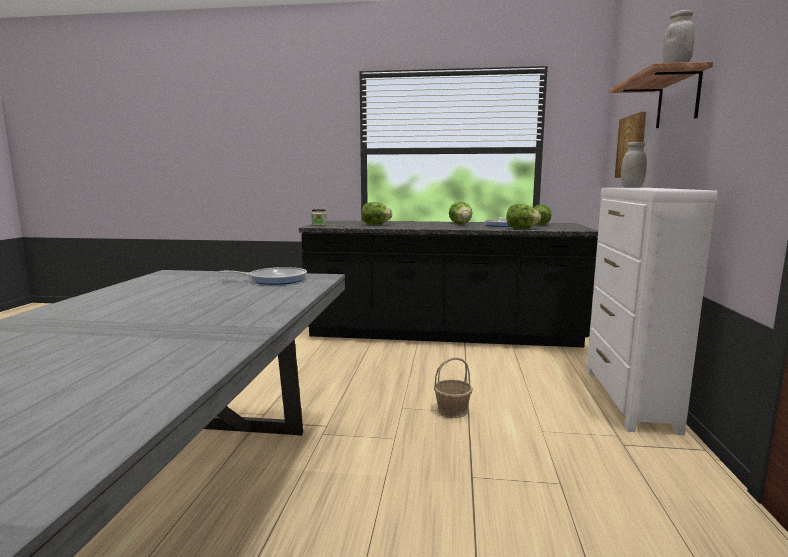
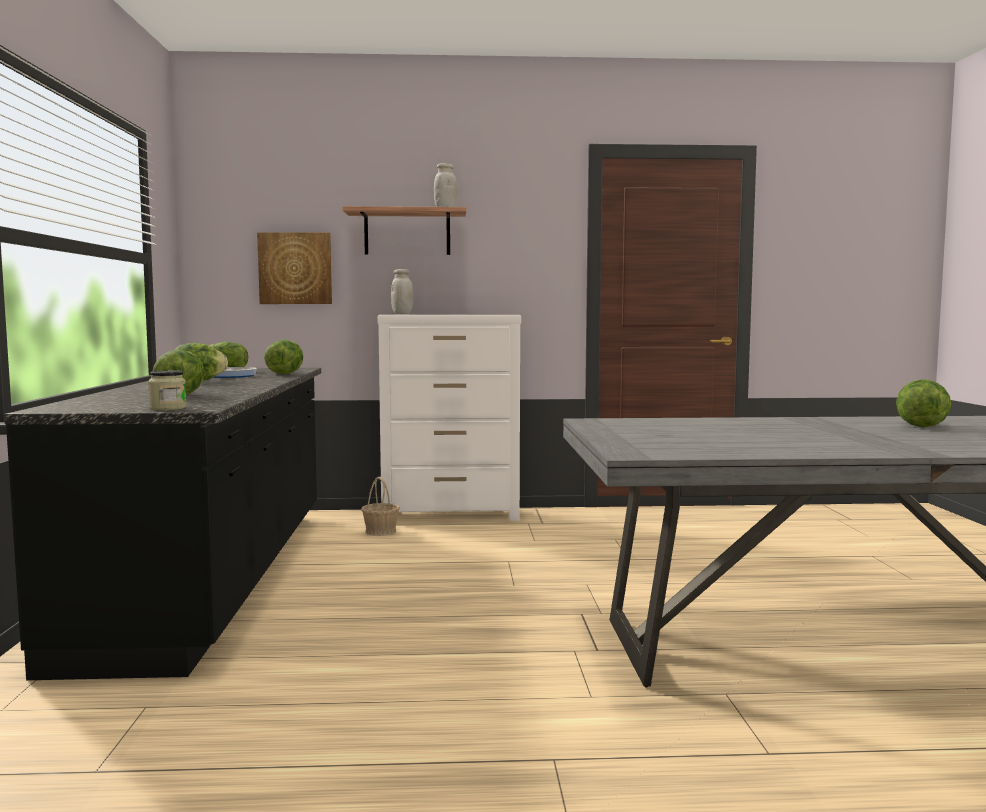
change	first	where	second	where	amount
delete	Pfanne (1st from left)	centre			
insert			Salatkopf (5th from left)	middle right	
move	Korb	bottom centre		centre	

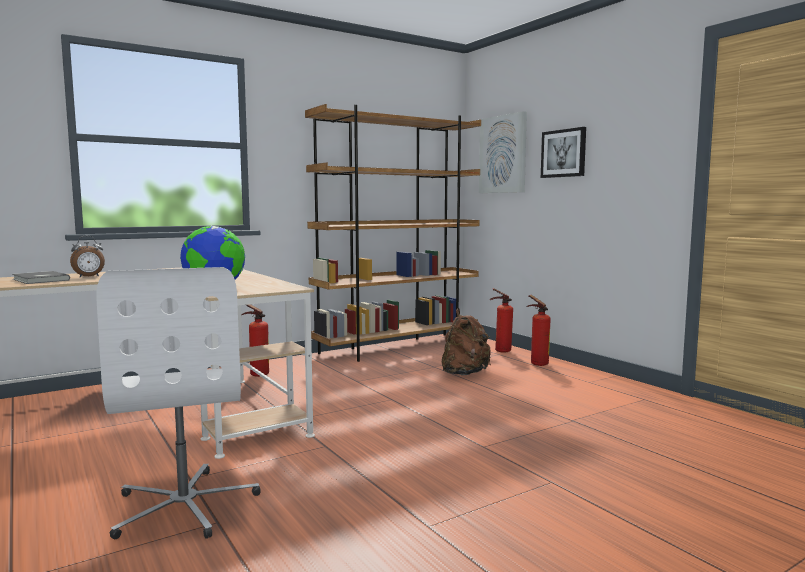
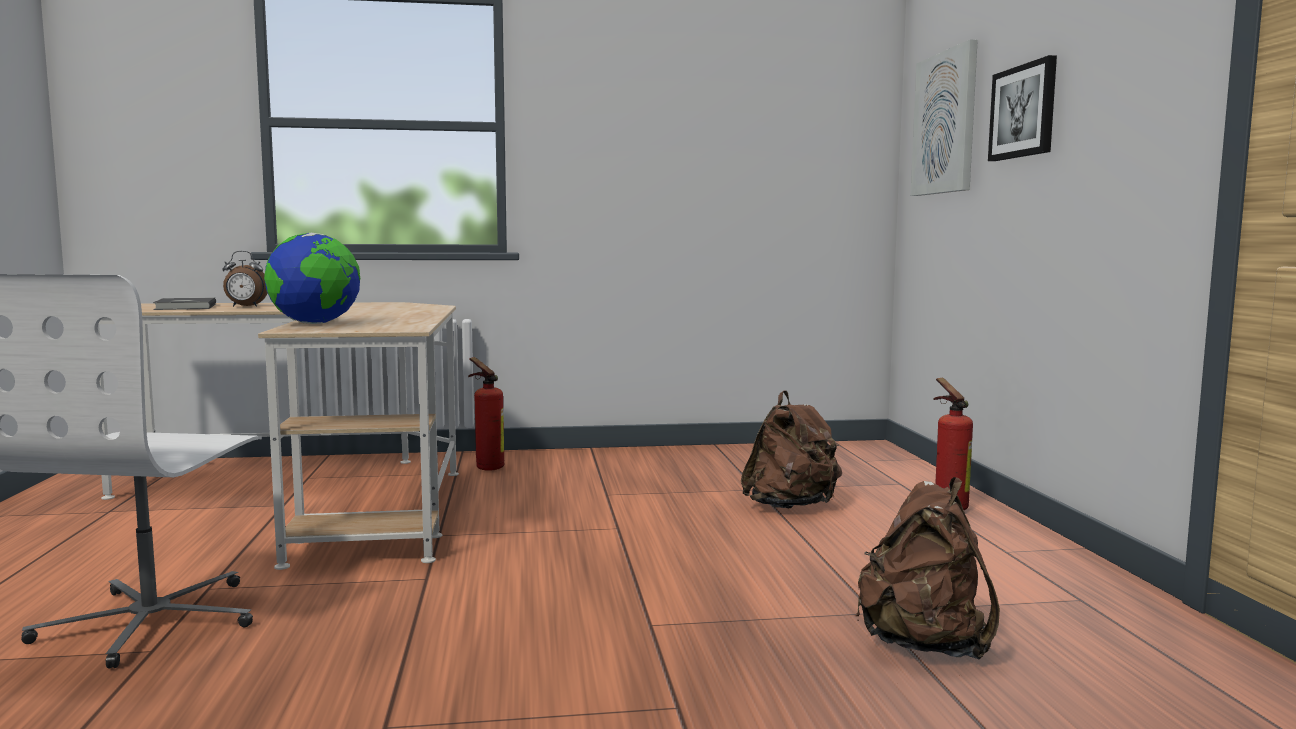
change	first	where	second	where	amount
delete	Bücherregal/braun	centre			
delete	Feuerlöscher (2nd from left)	centre			
insert			Rucksack/braun (2nd from left)	bottom right	

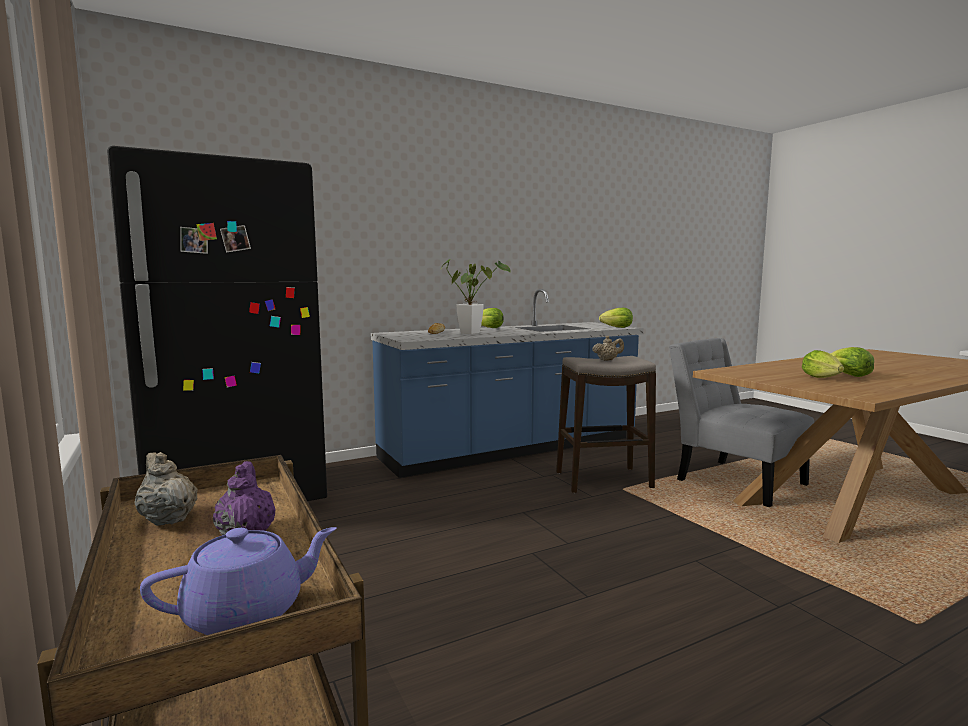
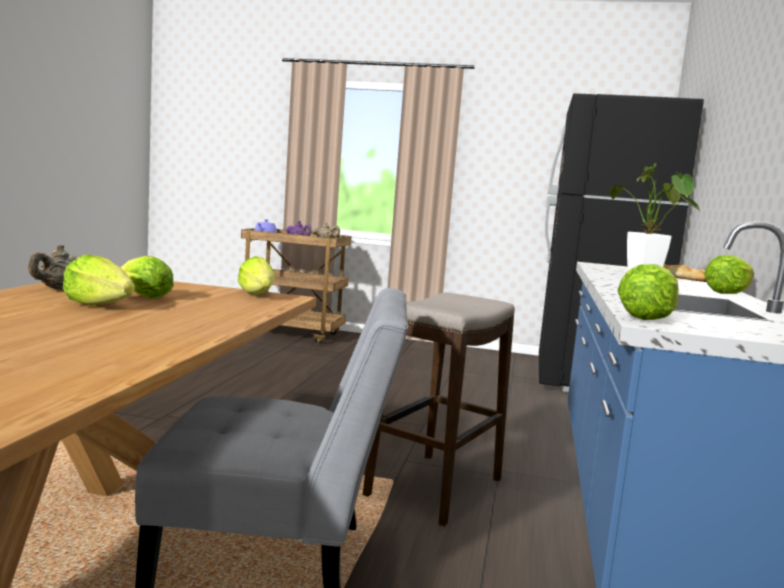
change	first	where	second	where	amount
insert			Salatkopf (3rd from left)	middle left	
move	Teekanne/beige (2nd from left in the first image)	centre	Teekanne/beige (1st from left)	middle left	

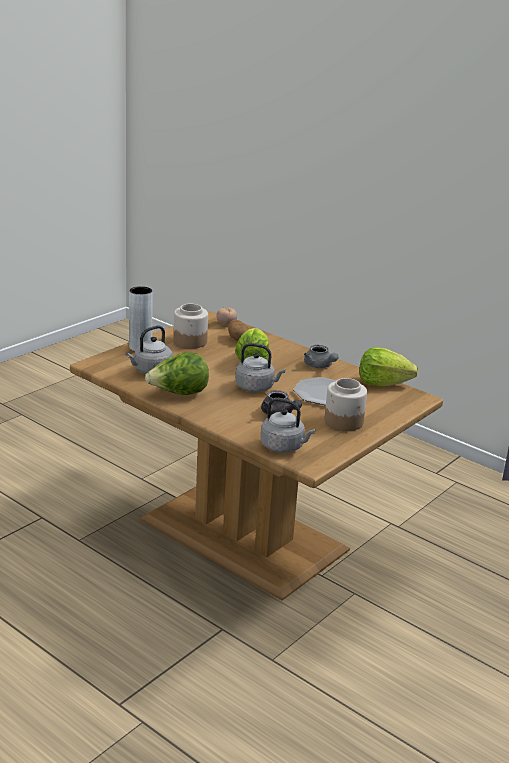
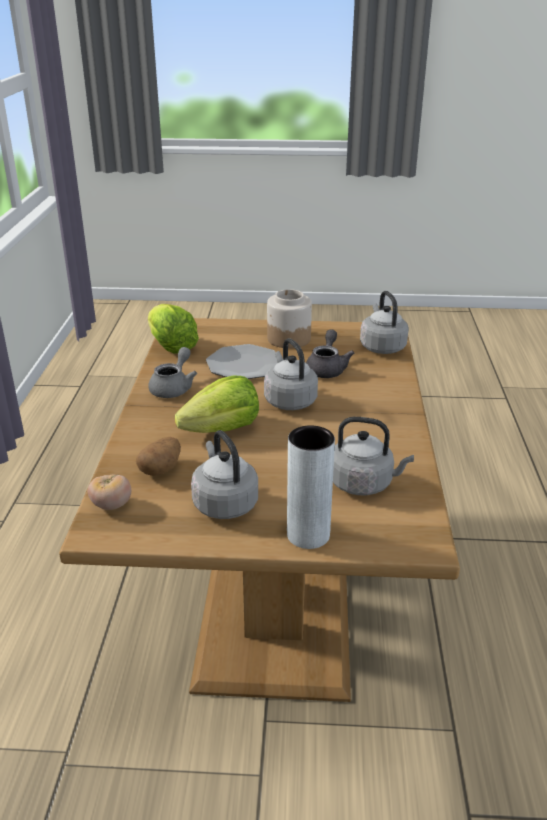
change	first	where	second	where	amount
delete	Salatkopf (1st from left)	centre			
replace	Vorratsglas (1st from left)	centre	Wasserkessel/grau (1st from left)	centre	

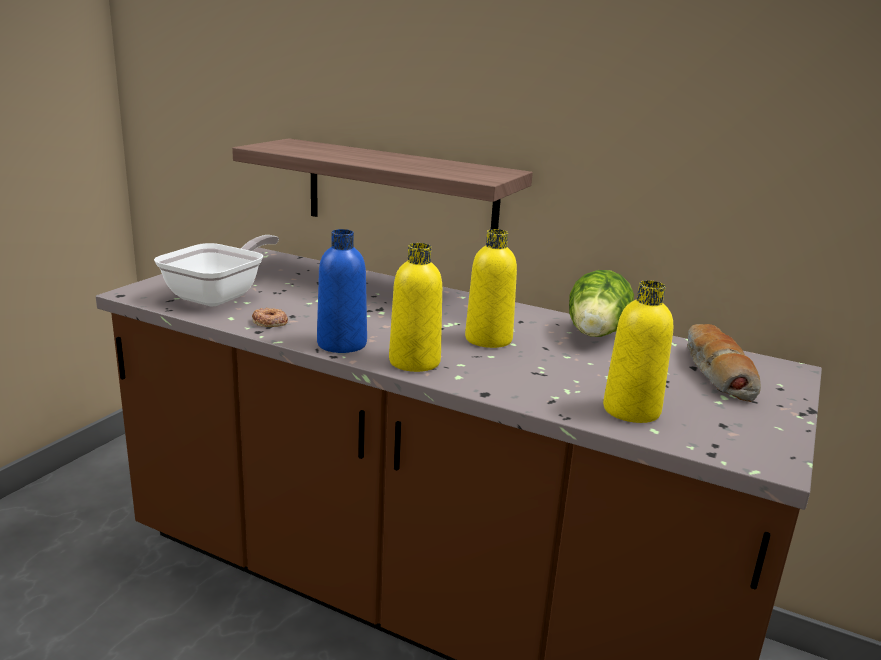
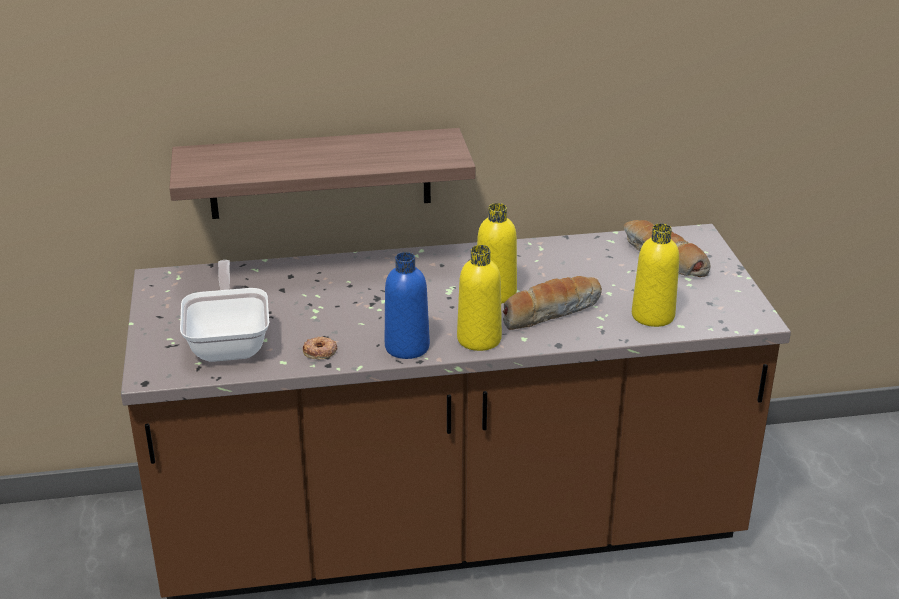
change	first	where	second	where	amount
delete	Salatkopf	middle right			
insert			Brot (1st from left)	centre	

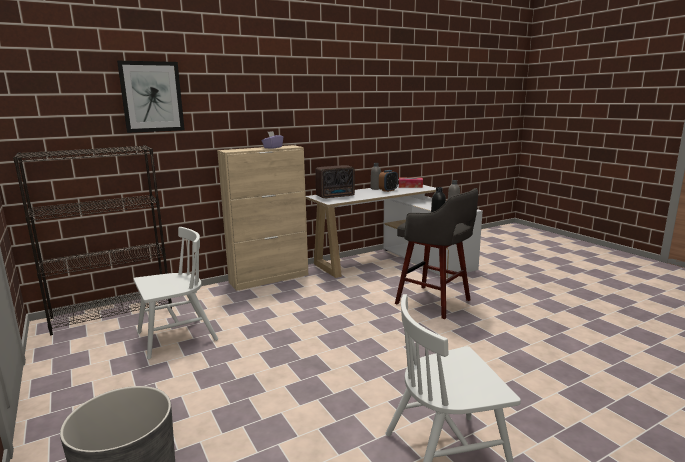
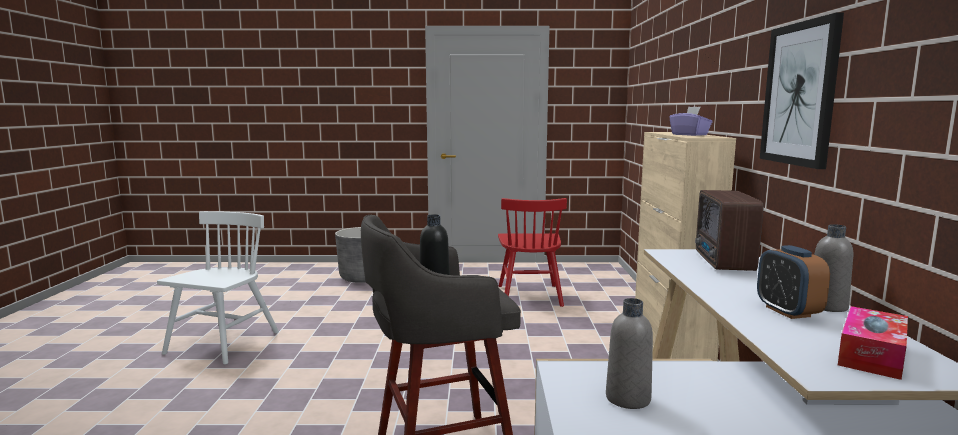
change	first	where	second	where	amount
delete	Bücherregal/schwarz	middle left			
move	Bild	top left		top right	
recolor	Stuhl/weiß (1st from left)	middle left	Stuhl/rot	centre	

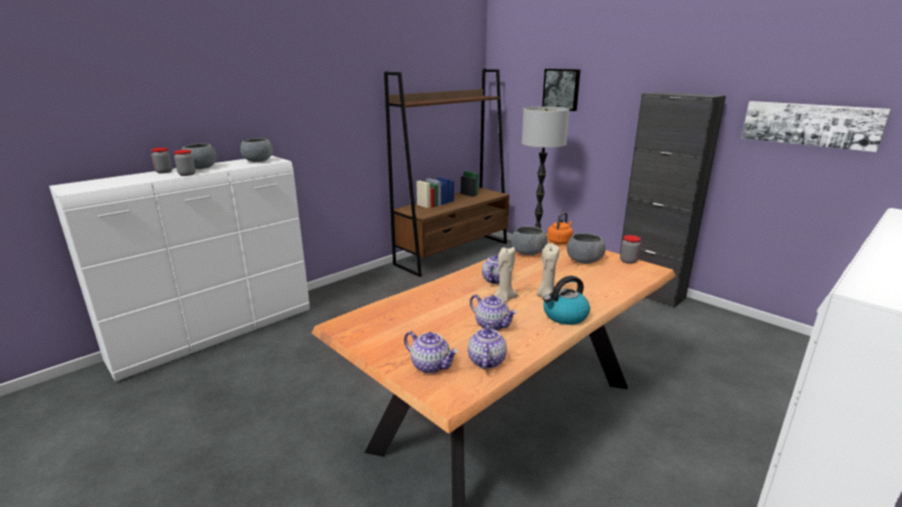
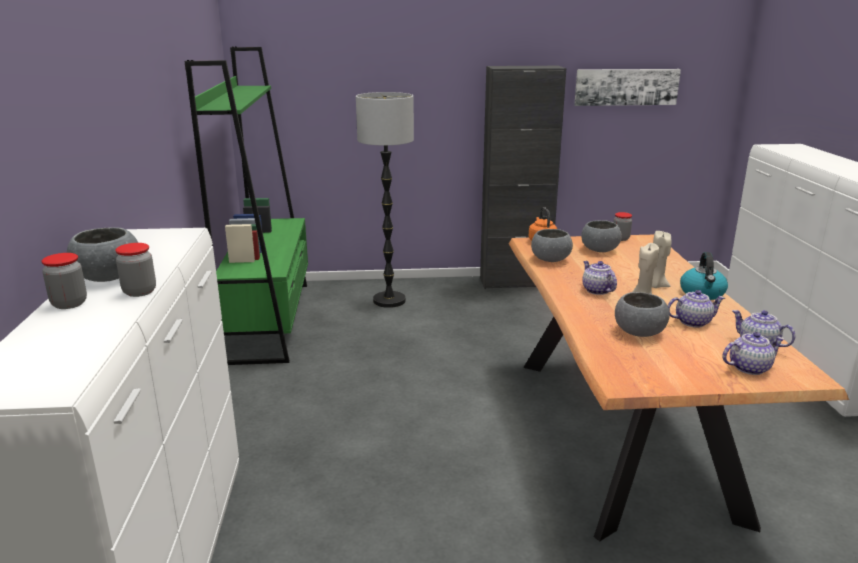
change	first	where	second	where	amount
delete	Bild (1st from left)	top centre			
move	Schüssel/grau (2nd from left in the first image)	top left	Schüssel/grau (4th from left)	middle right	
recolor	Bücherregal/braun	centre	Bücherregal/grün	middle left	

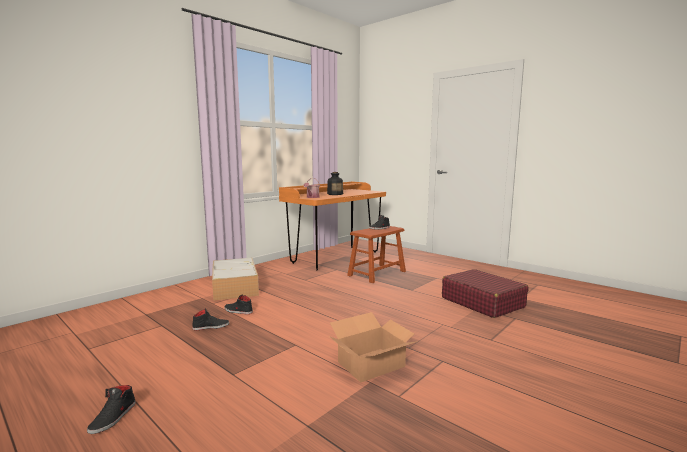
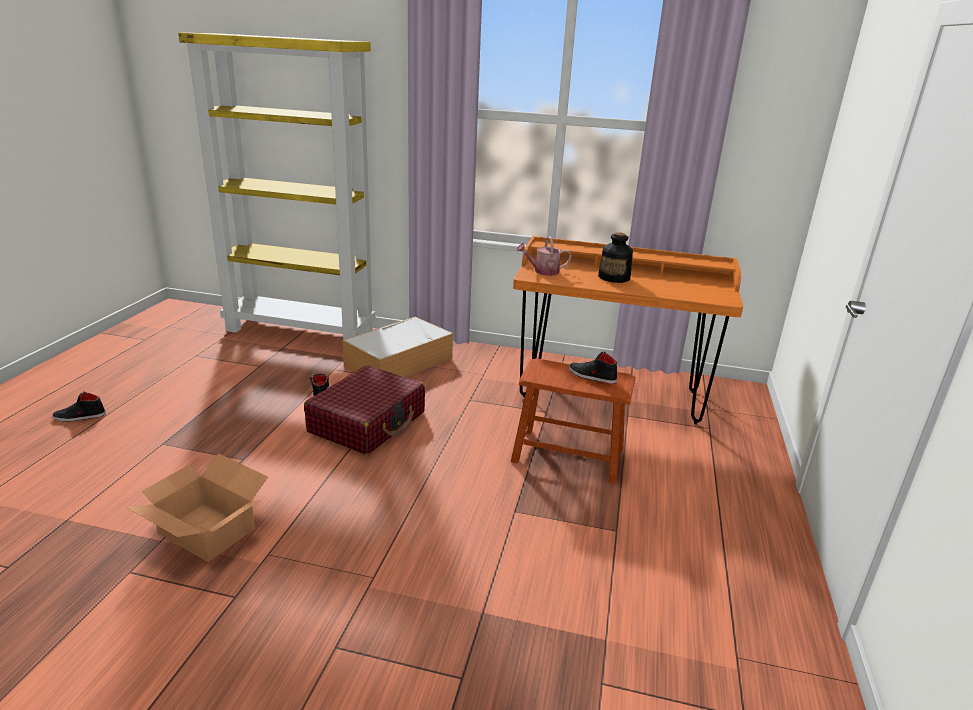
change	first	where	second	where	amount
delete	Schuh/schwarz (2nd from left)	bottom left			
insert			Bücherregal/gelb	top left	
move	Koffer/rot	middle right		centre	

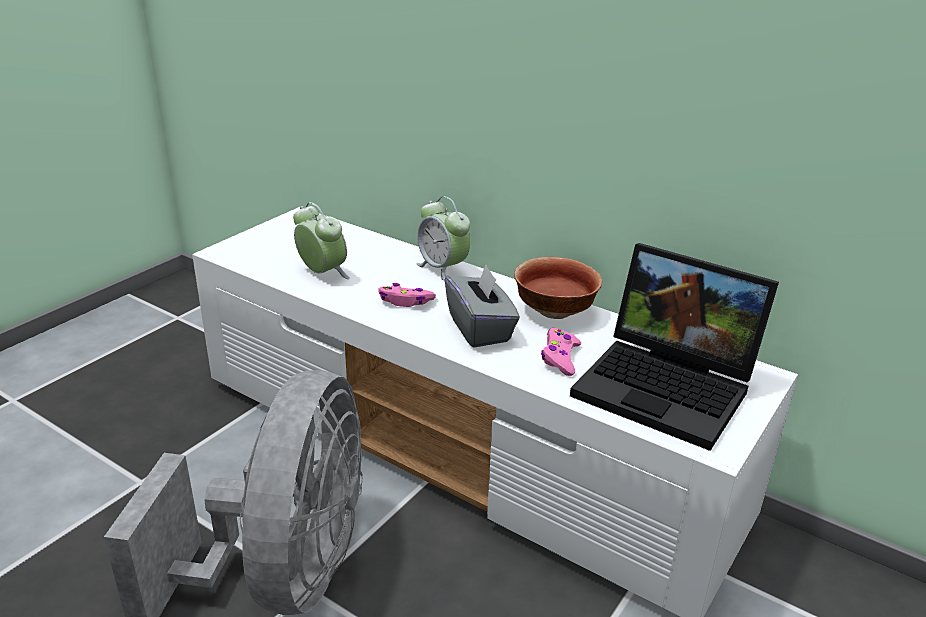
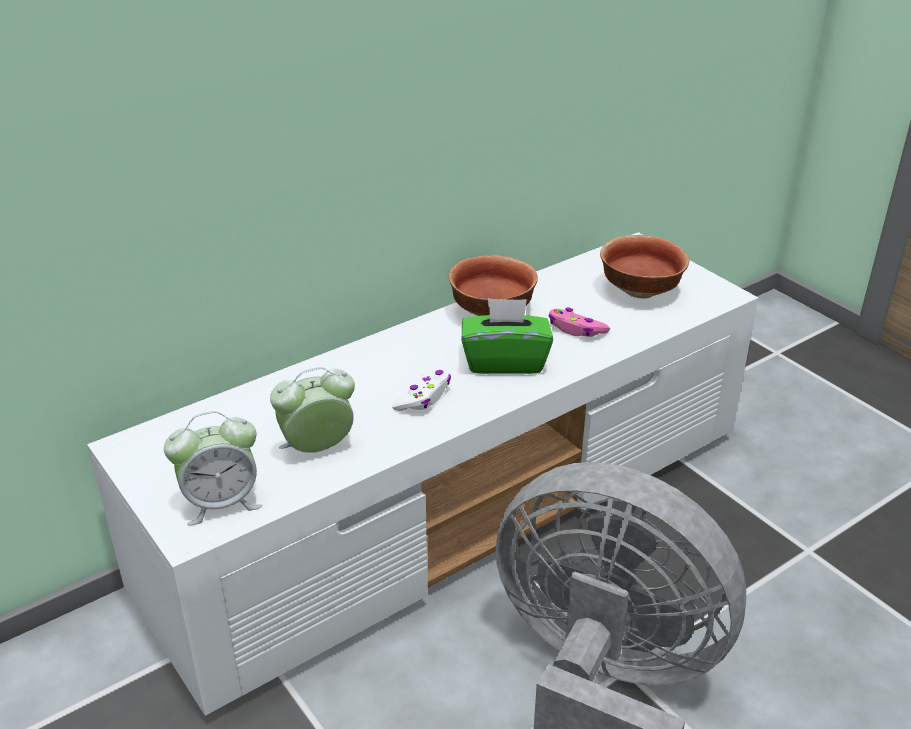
change	first	where	second	where	amount
move	Wecker (2nd from left in the first image)	centre	Wecker (1st from left)	middle left	
replace	Laptop	middle right	Schüssel (2nd from left)	middle right	
recolor	Gamepad/rosa (1st from left)	centre	Gamepad/weiß	centre	
recolor	Taschentuchbox/grau	centre	Taschentuchbox/grün	centre	

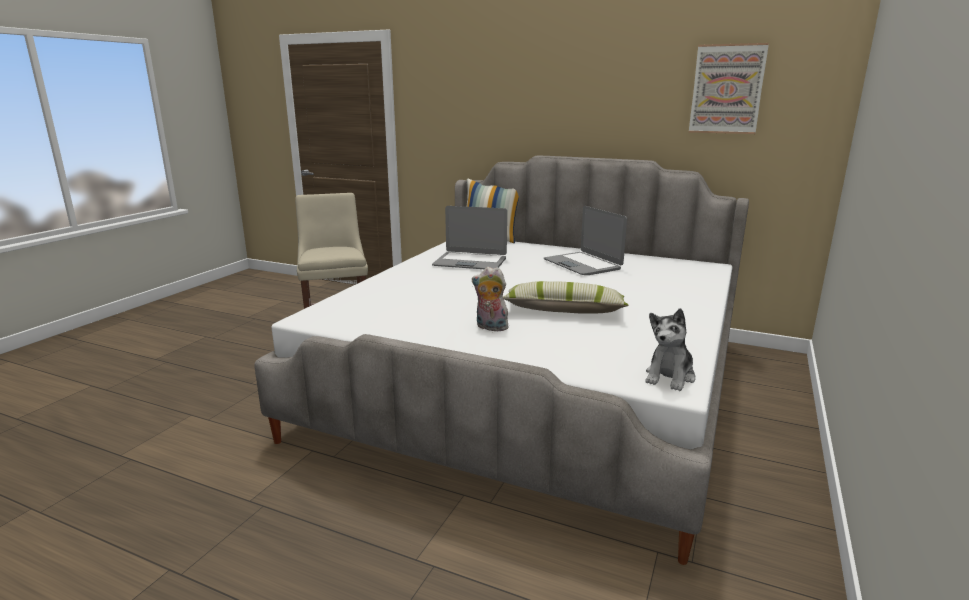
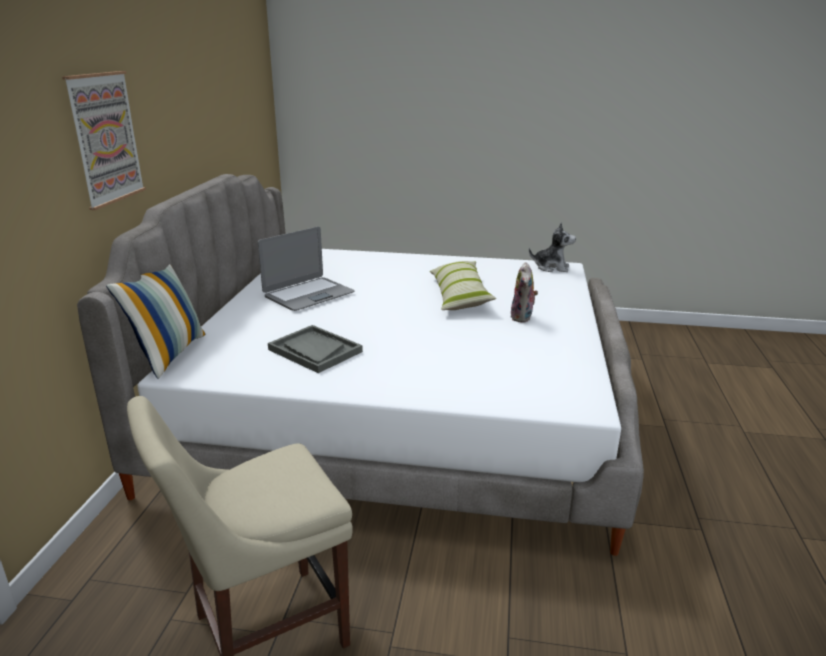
change	first	where	second	where	amount
move	Bild	top right		top left	
replace	Laptop (1st from left)	centre	Tablett/grau	centre	

